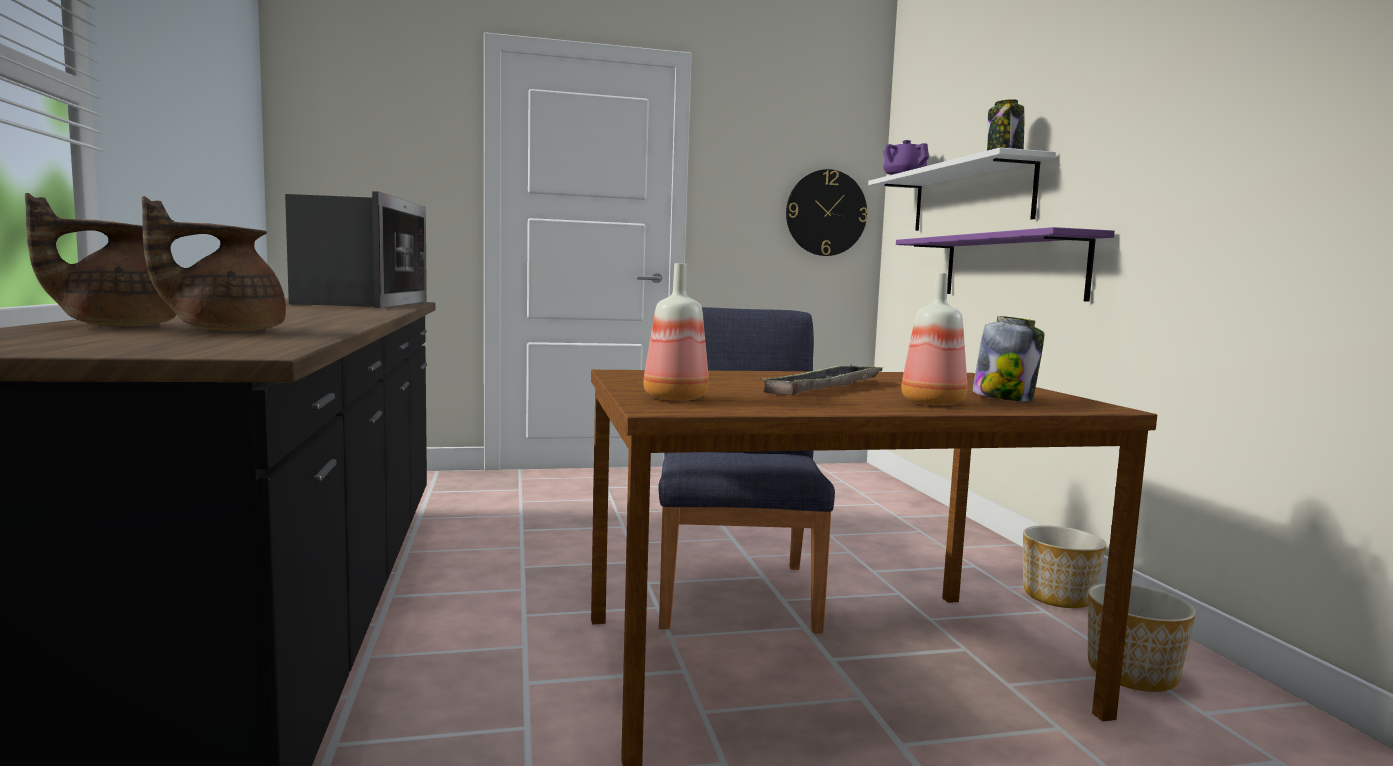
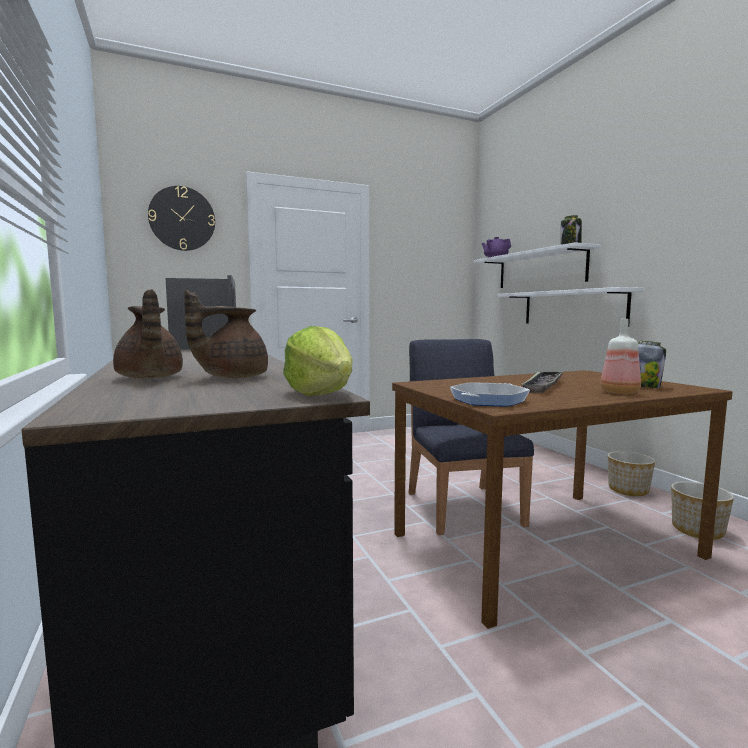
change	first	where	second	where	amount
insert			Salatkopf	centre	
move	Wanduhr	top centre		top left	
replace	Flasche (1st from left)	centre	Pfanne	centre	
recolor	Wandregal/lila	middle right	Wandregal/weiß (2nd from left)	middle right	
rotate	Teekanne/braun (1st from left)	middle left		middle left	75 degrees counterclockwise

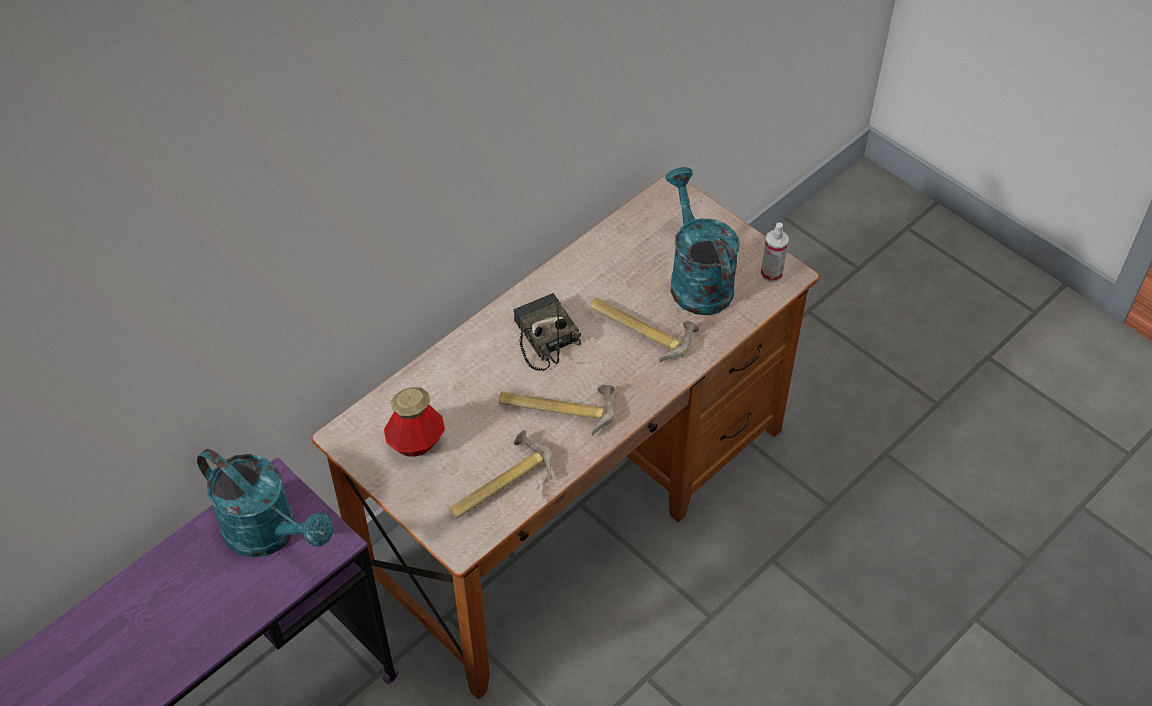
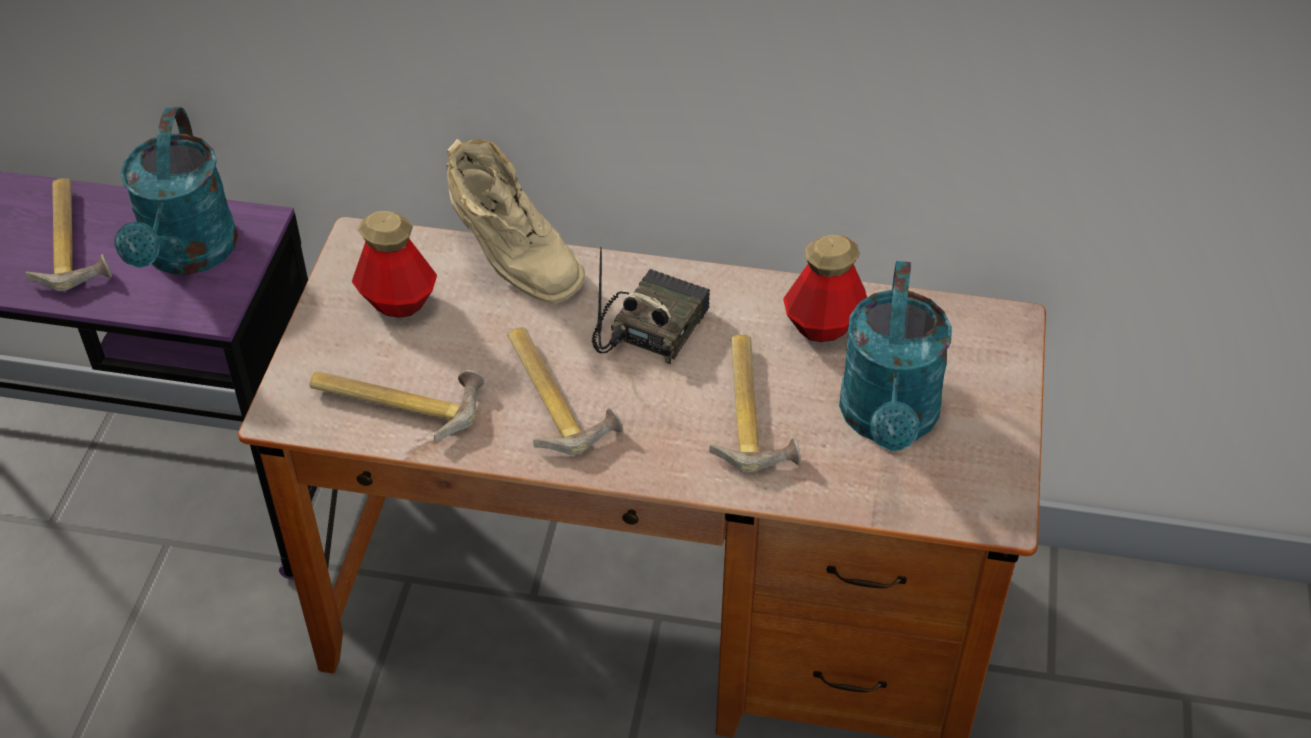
change	first	where	second	where	amount
delete	Sprühflasche	middle right			
insert			Hammer (1st from left)	top left	
insert			Stiefel/beige	top centre	
insert			Flasche (2nd from left)	centre	
rotate	Gießkanne/türkis (2nd from left)	centre		middle right	150 degrees clockwise

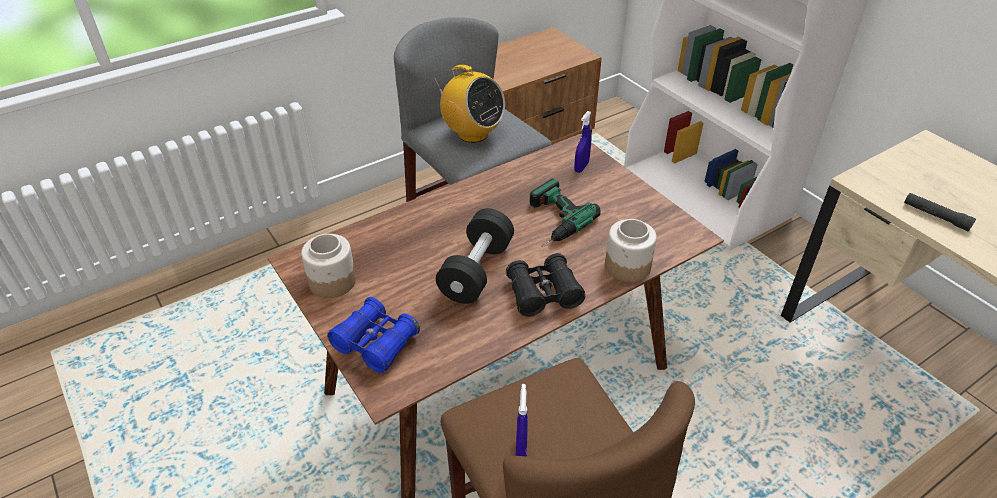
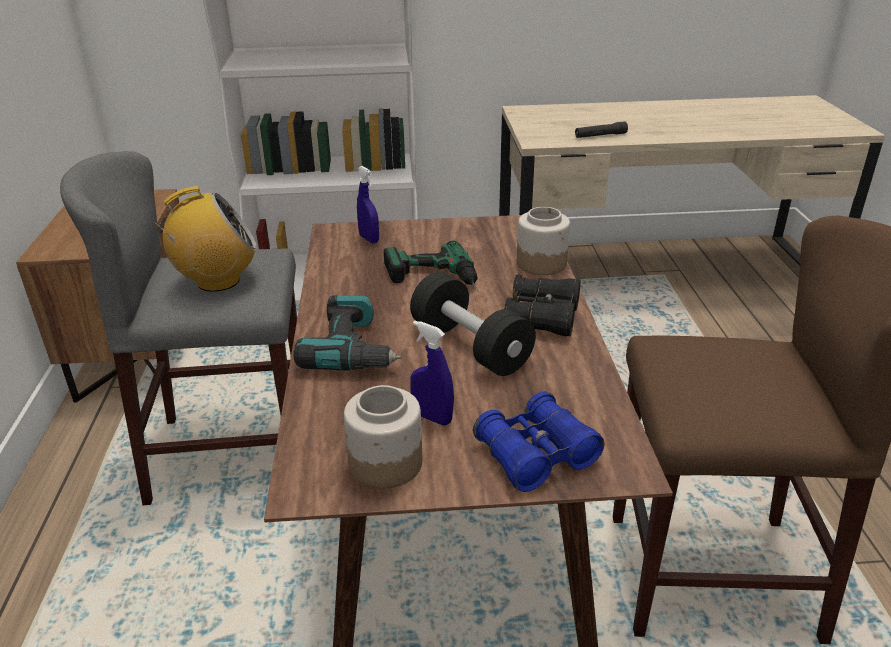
change	first	where	second	where	amount
insert			Bohrmaschine (1st from left)	centre	
move	Sprühflasche/blau (1st from left in the first image)	bottom centre	Sprühflasche/blau (2nd from left)	centre	

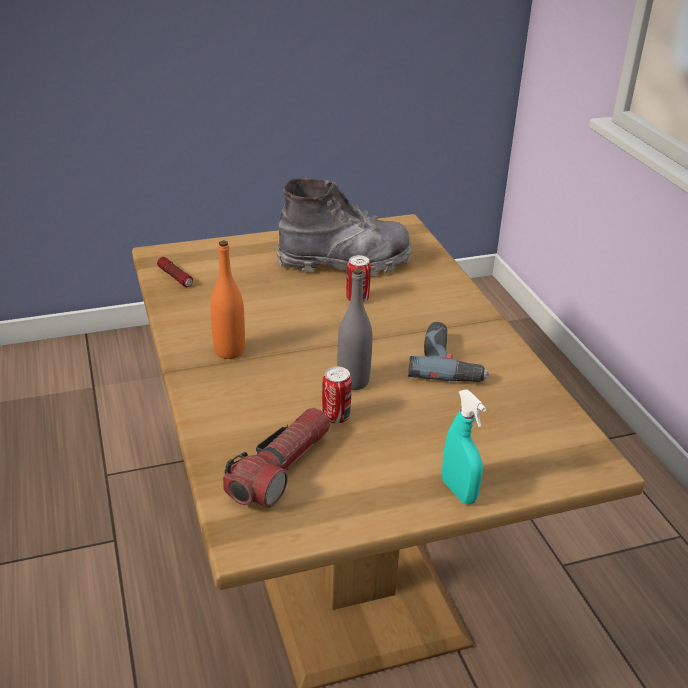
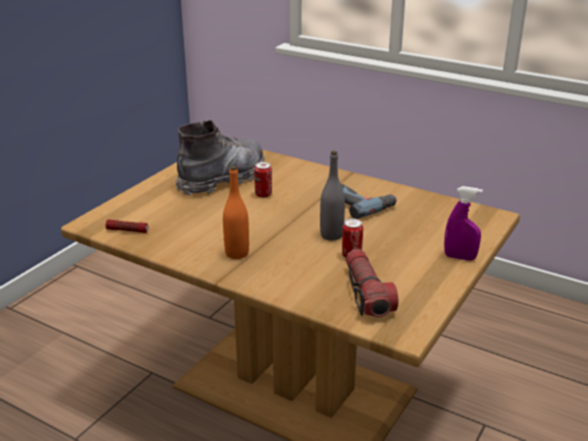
change	first	where	second	where	amount
recolor	Sprühflasche/türkis	middle right	Sprühflasche/lila	middle right	

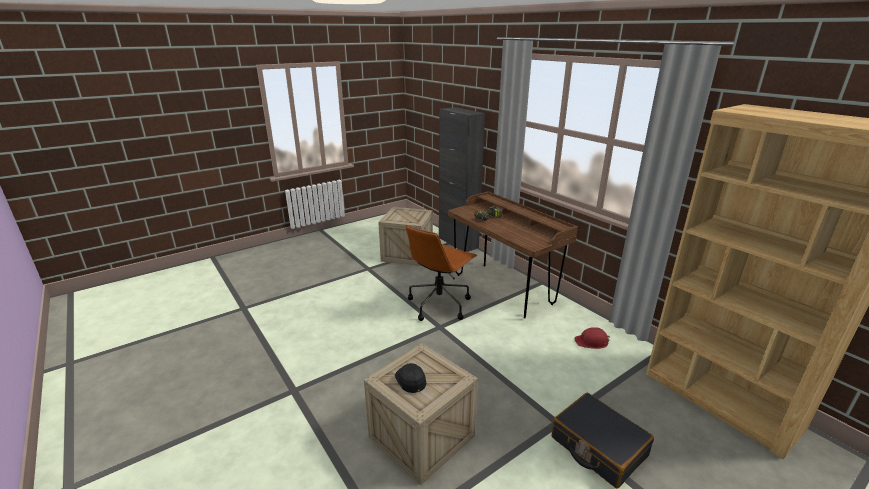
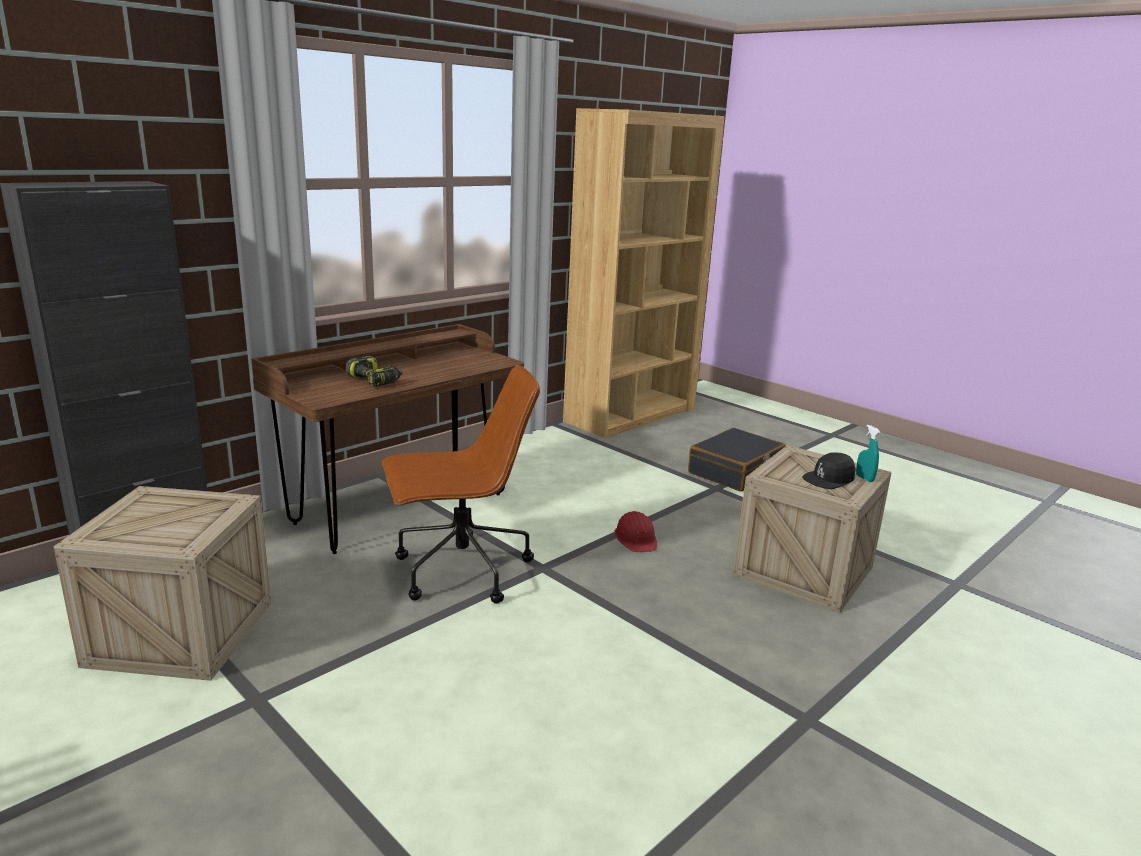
change	first	where	second	where	amount
insert			Sprühflasche/türkis	middle right	
move	Schutzhelm/rot	bottom right		centre	
rotate	Bürostuhl/braun	centre		centre	45 degrees counterclockwise

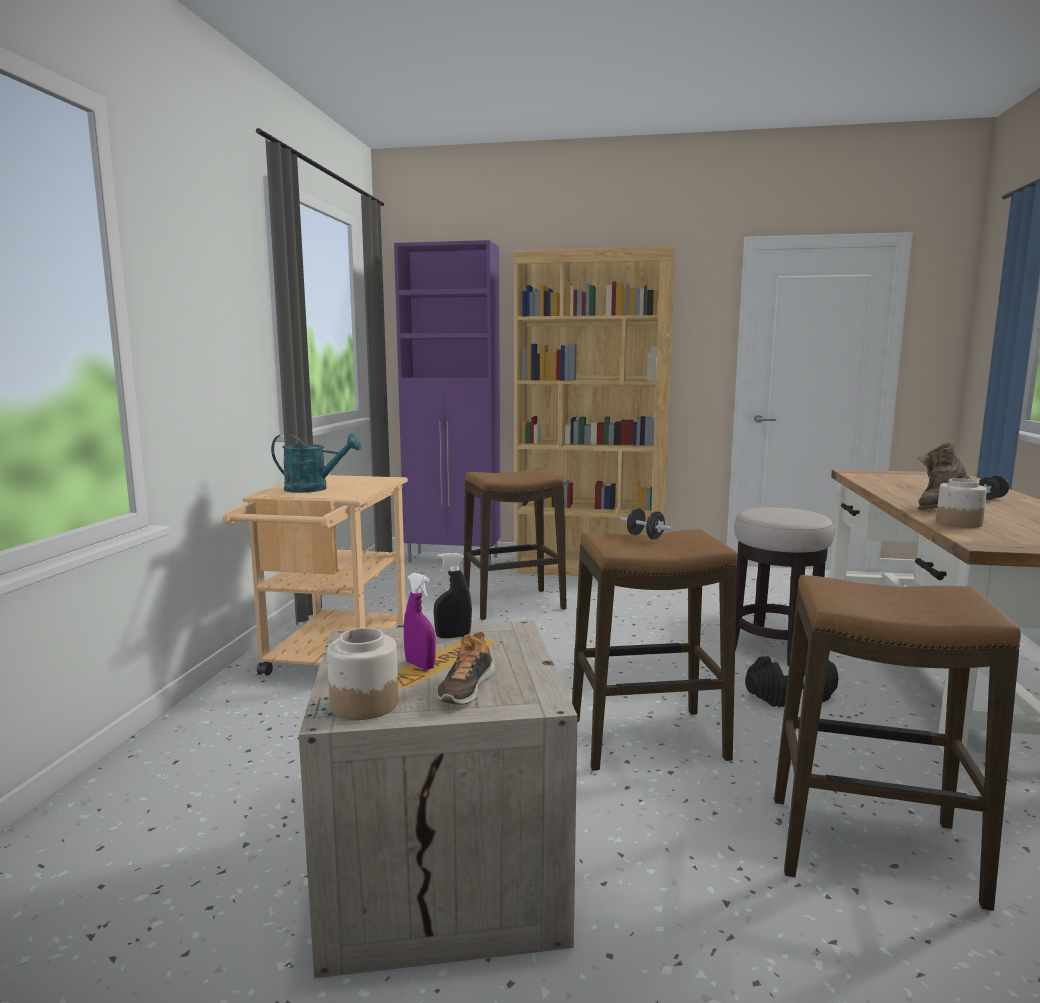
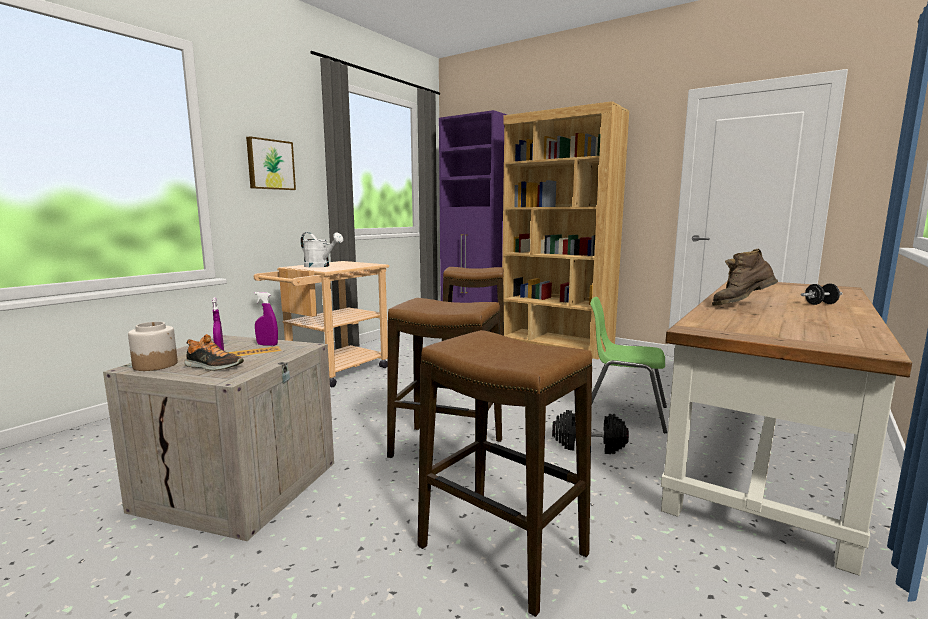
change	first	where	second	where	amount
delete	Hantel/schwarz (1st from left)	centre			
delete	Vorratsglas (2nd from left)	middle right			
insert			Bild	top left	
replace	Hocker (3rd from left)	middle right	Stuhl/grün	middle right	
recolor	Gießkanne/türkis	middle left	Gießkanne/weiß	centre	
recolor	Sprühflasche/schwarz	centre	Sprühflasche/lila (2nd from left)	middle left	
rotate	Schuh	centre		middle left	120 degrees counterclockwise

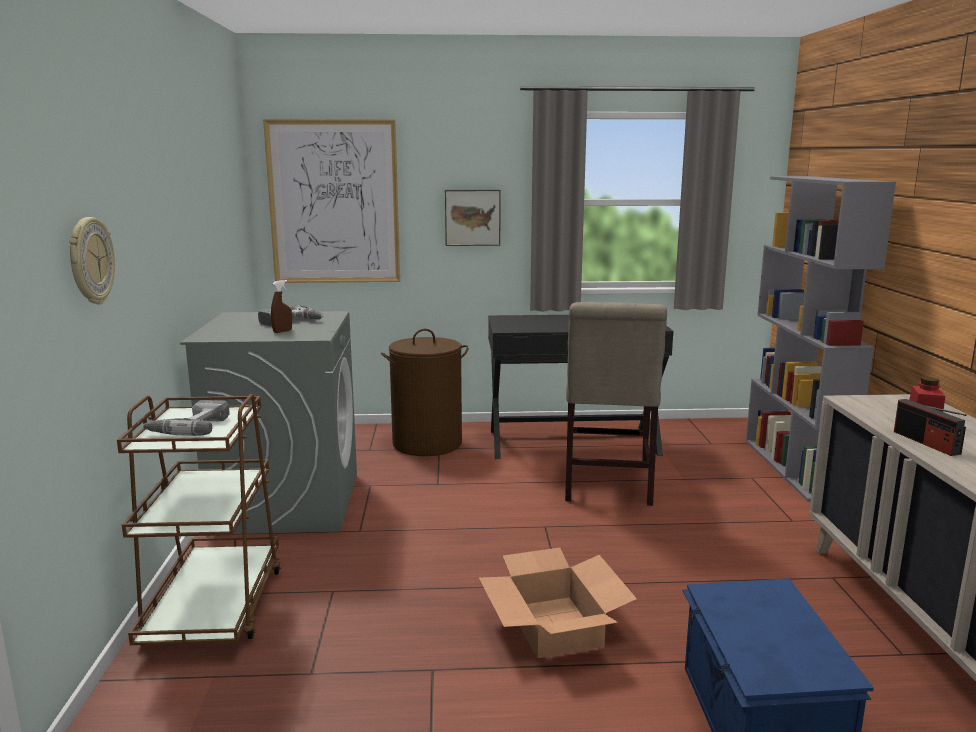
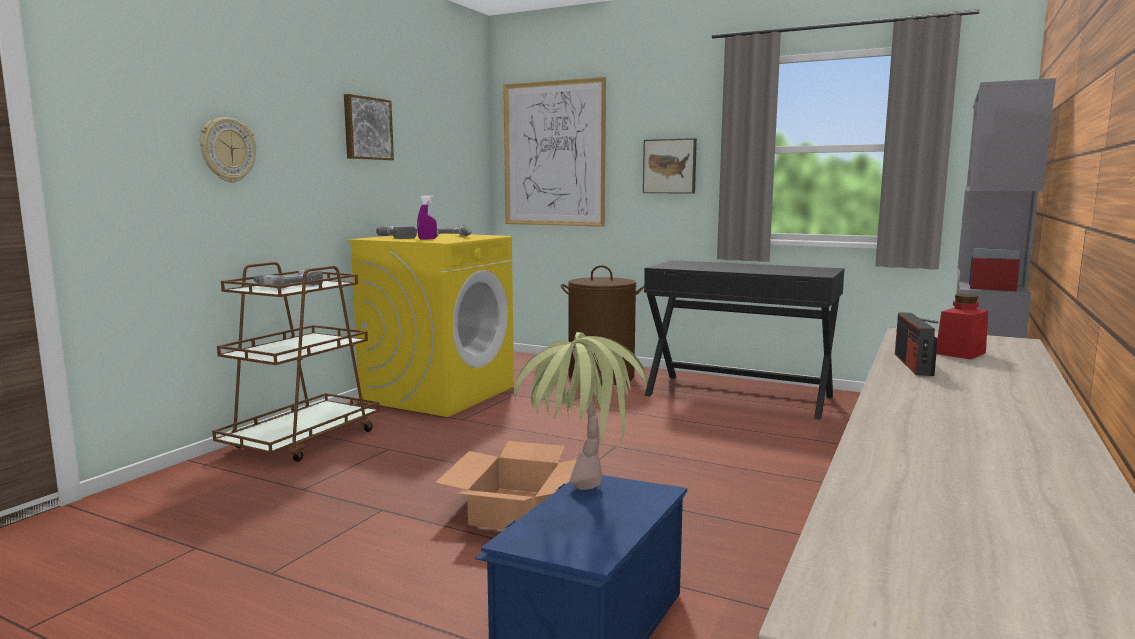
change	first	where	second	where	amount
delete	Stuhl/beige	centre			
insert			Bild (1st from left)	top left	
insert			Bohrmaschine (2nd from left)	centre	
insert			Topfpflanze	centre	
recolor	Waschmaschine/grau	middle left	Waschmaschine/gelb	centre	
recolor	Sprühflasche/braun	middle left	Sprühflasche/lila	centre	

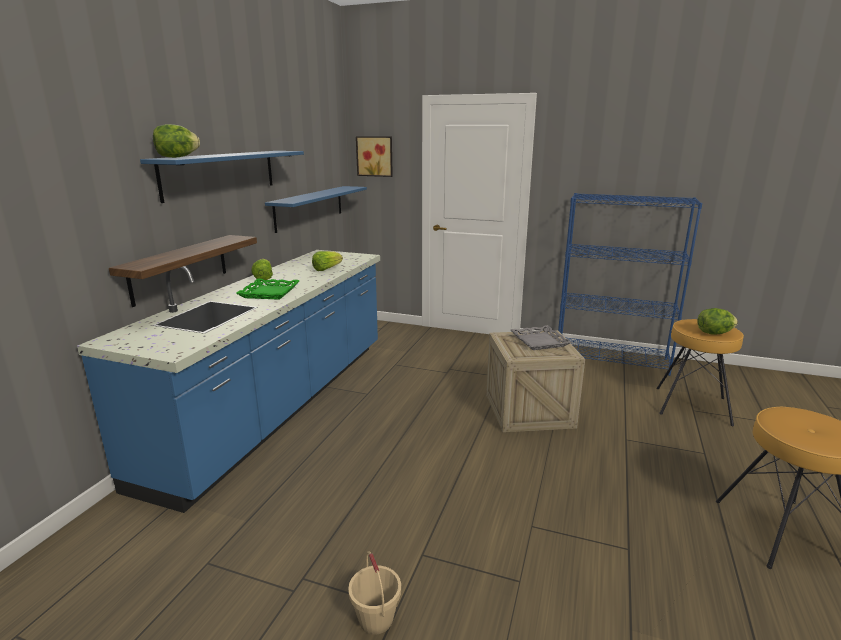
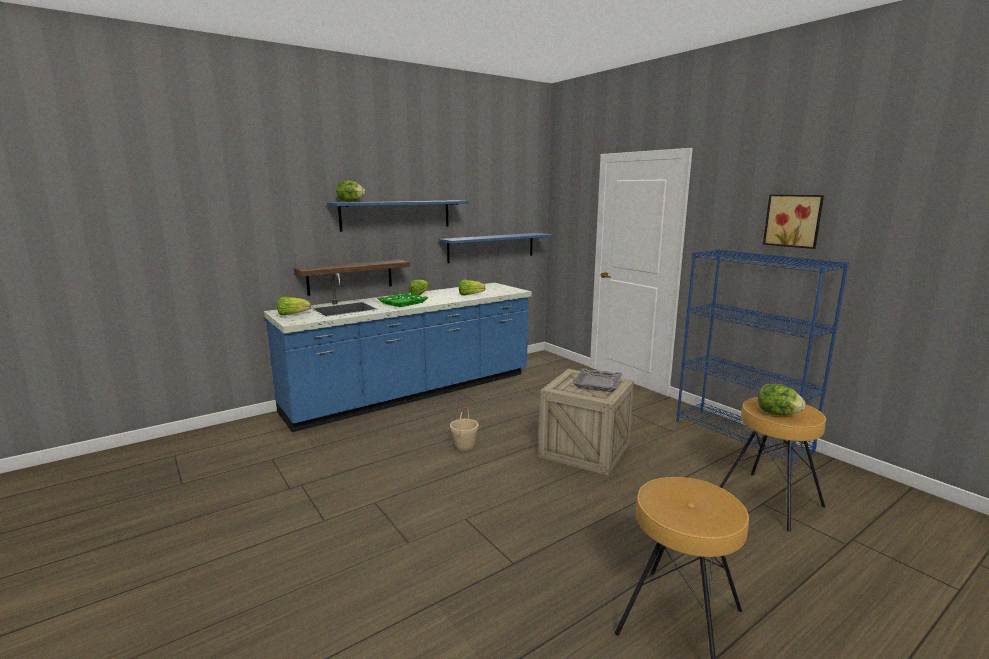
change	first	where	second	where	amount
insert			Salatkopf (1st from left)	middle left	
move	Eimer/beige	bottom centre		centre	
move	Bild	top centre		middle right	

